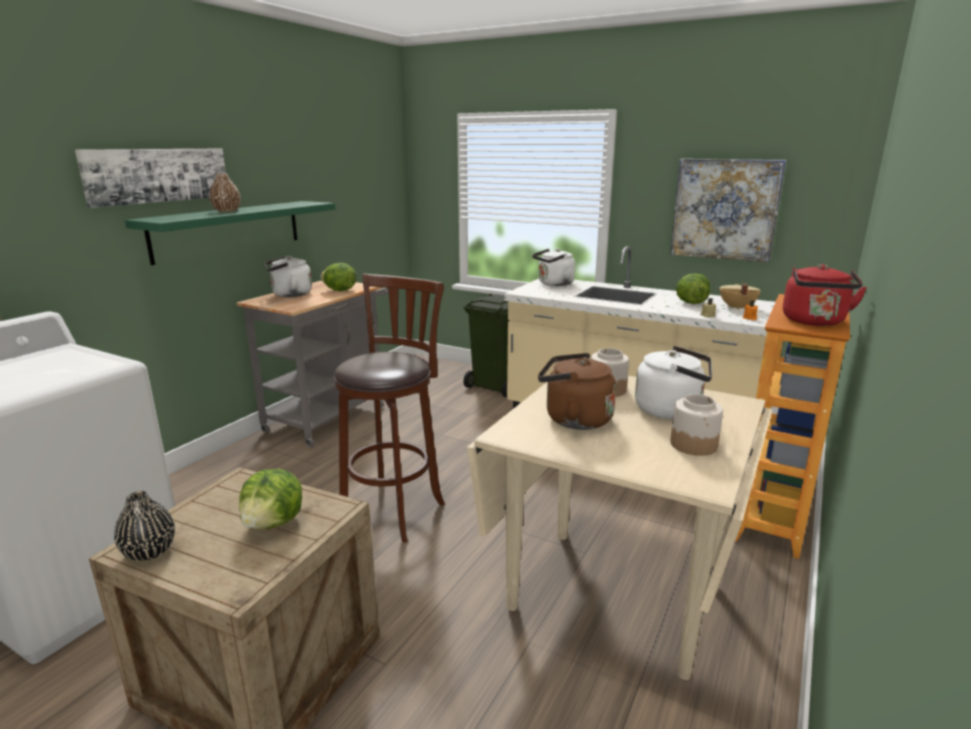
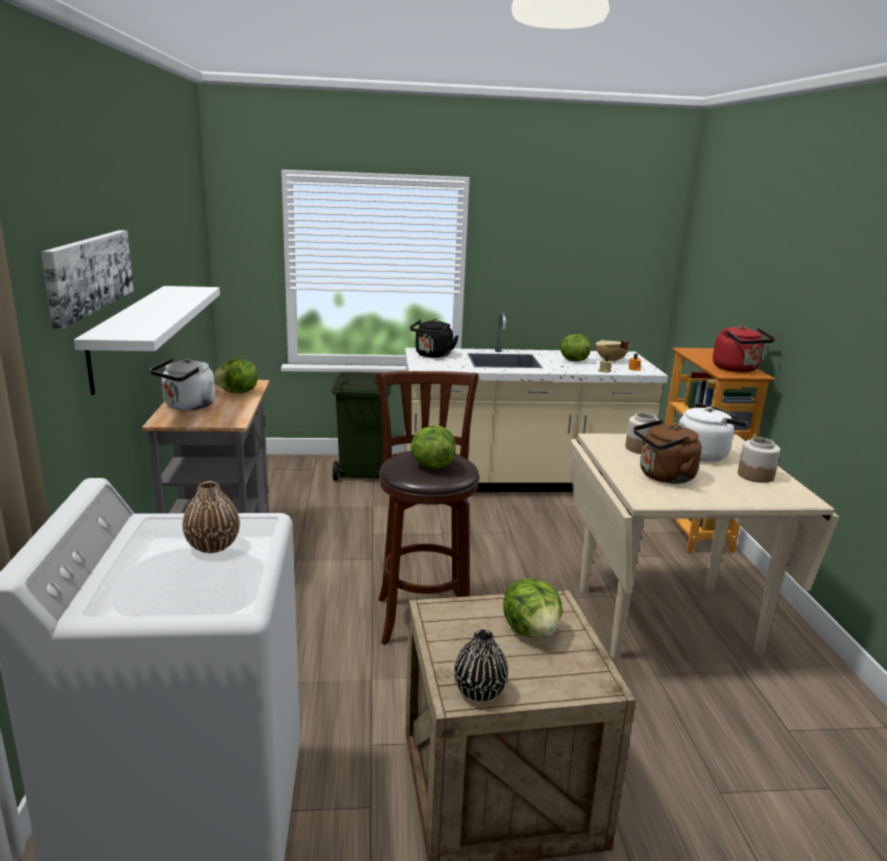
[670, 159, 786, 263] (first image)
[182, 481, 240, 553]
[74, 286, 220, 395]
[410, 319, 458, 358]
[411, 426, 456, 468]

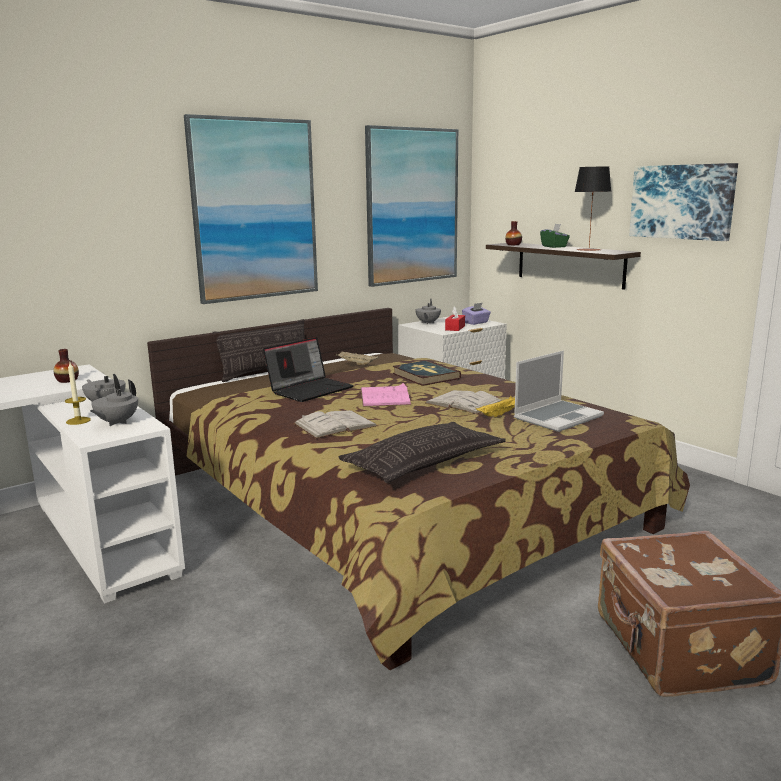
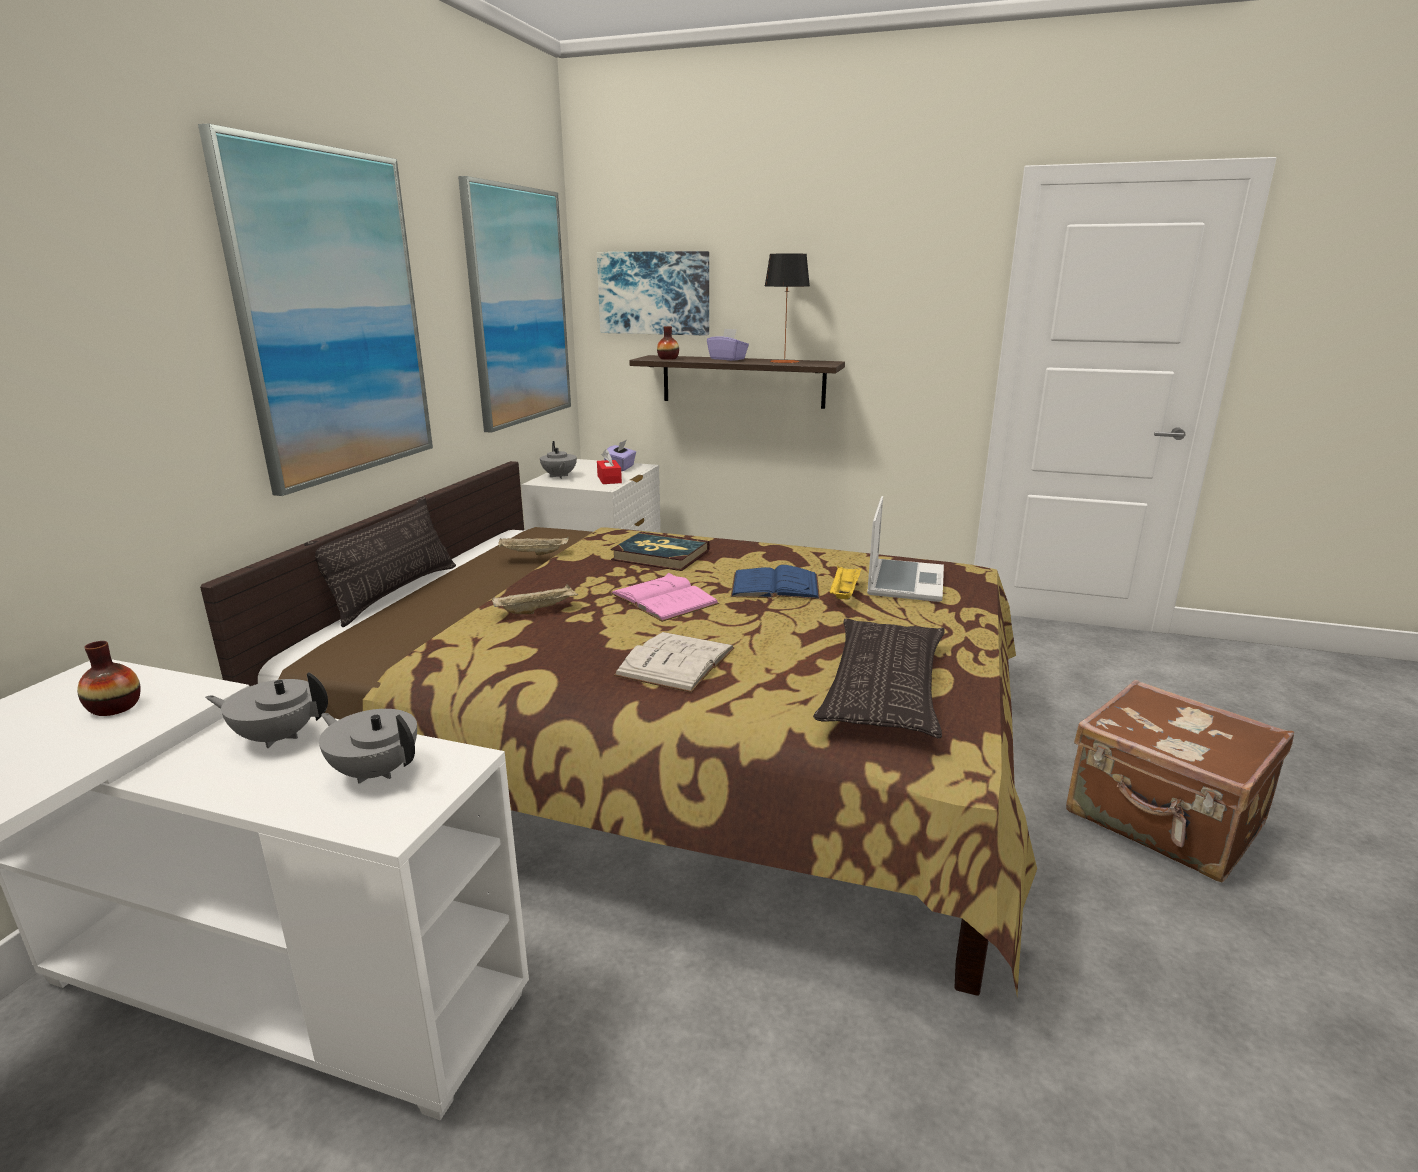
[597, 251, 709, 336]
[707, 329, 749, 361]
[492, 584, 578, 614]
[65, 363, 91, 425] (first image)
[319, 709, 417, 784]
[731, 565, 820, 599]

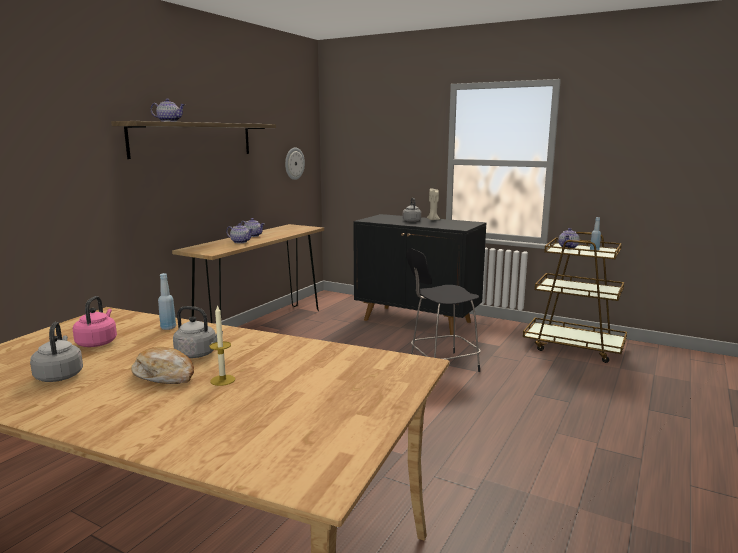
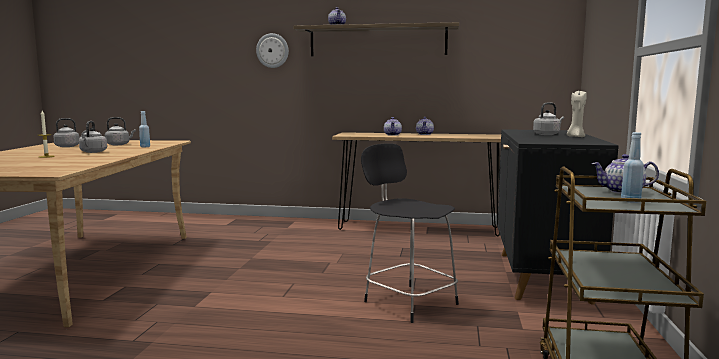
[256, 33, 289, 68]
[105, 117, 136, 145]
[131, 347, 194, 384] (first image)

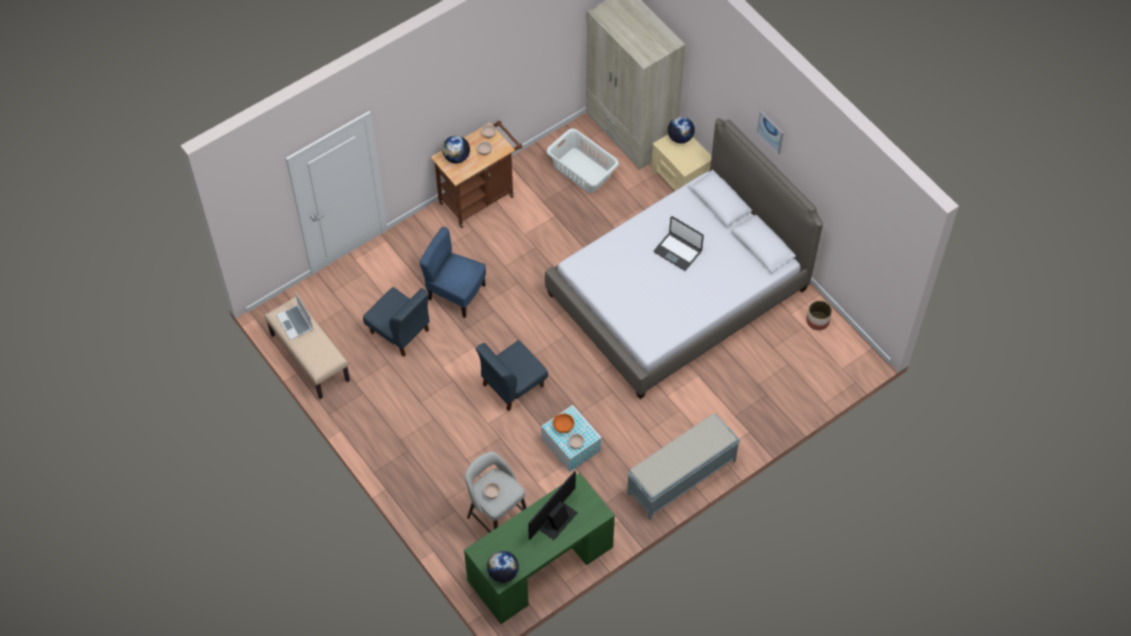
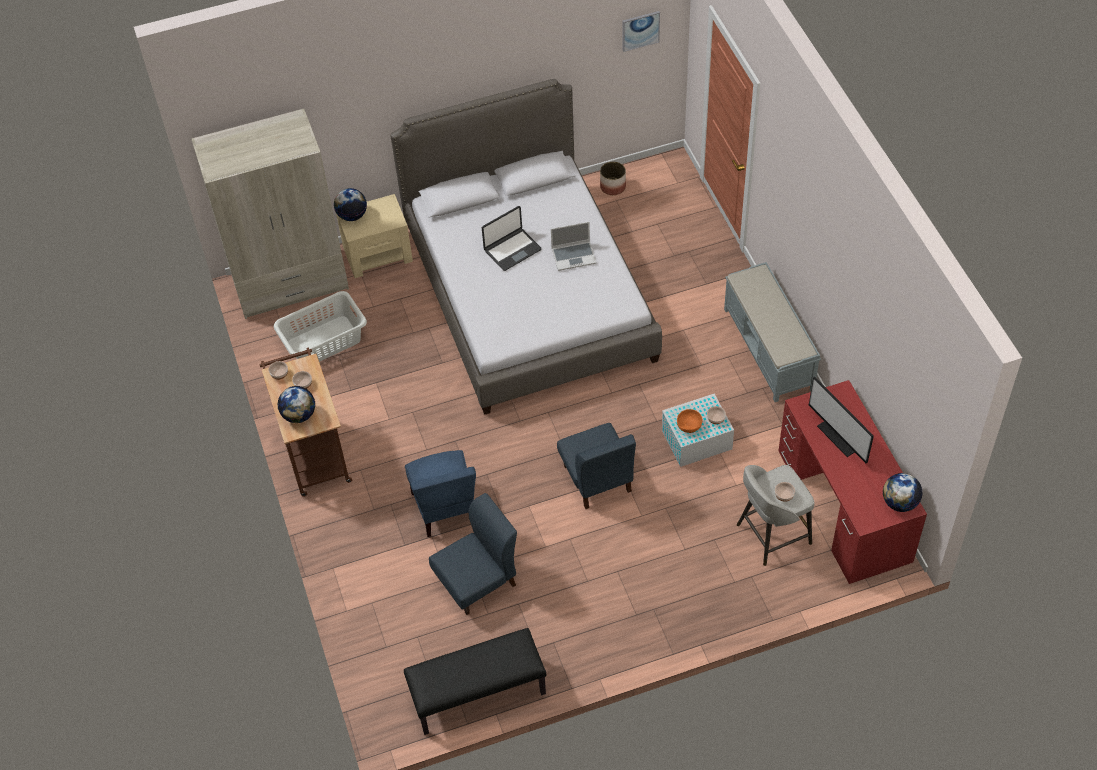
[622, 11, 660, 52]
[405, 450, 476, 537]
[551, 222, 596, 271]
[404, 628, 546, 735]
[778, 380, 927, 584]

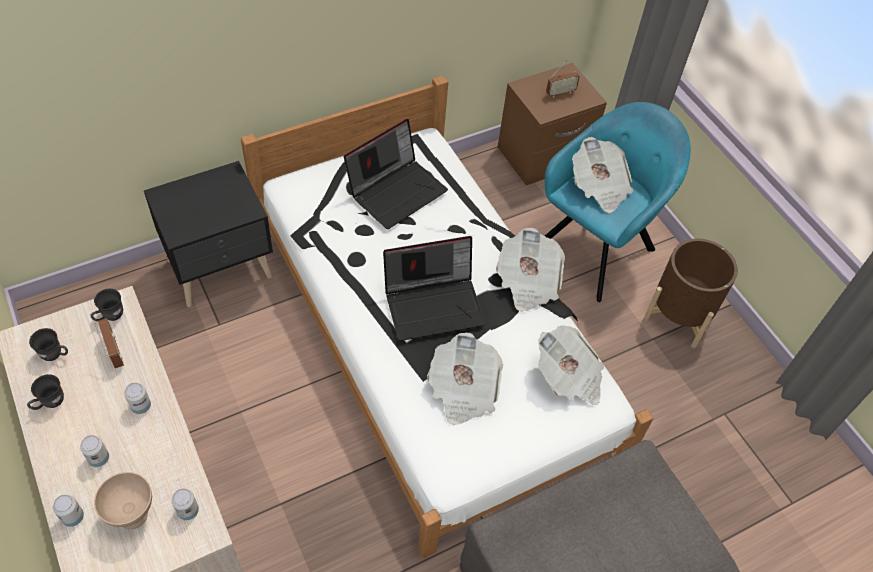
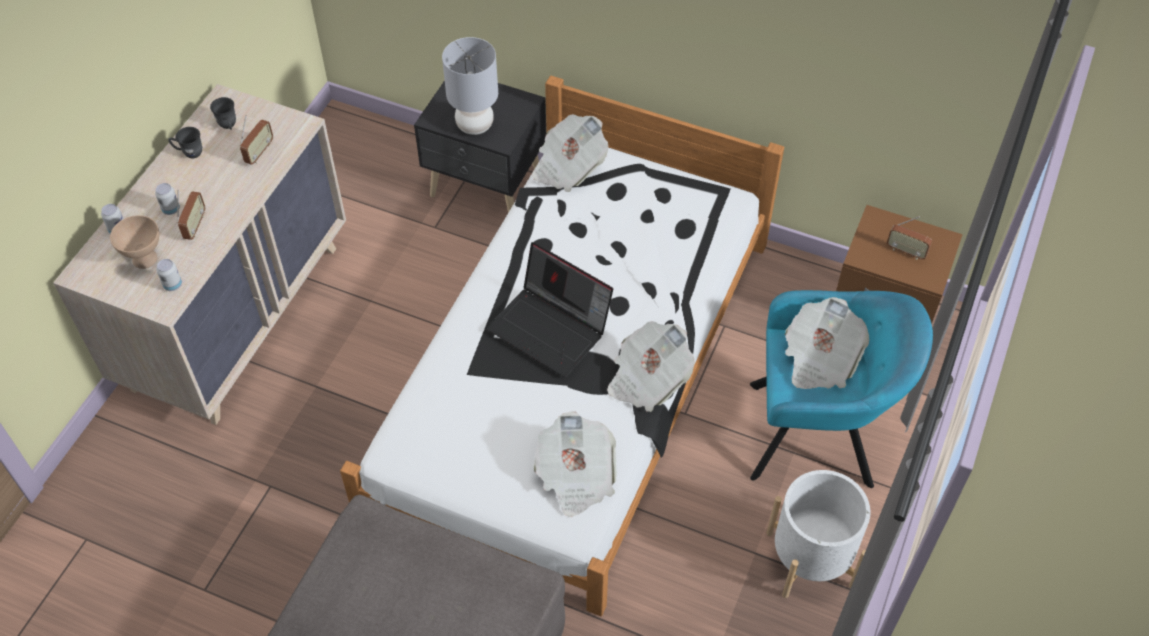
[344, 119, 448, 229] (first image)
[766, 470, 870, 598]
[91, 289, 123, 322] (first image)
[532, 114, 608, 192]
[124, 383, 151, 414] (first image)
[442, 37, 498, 135]
[177, 190, 205, 240]

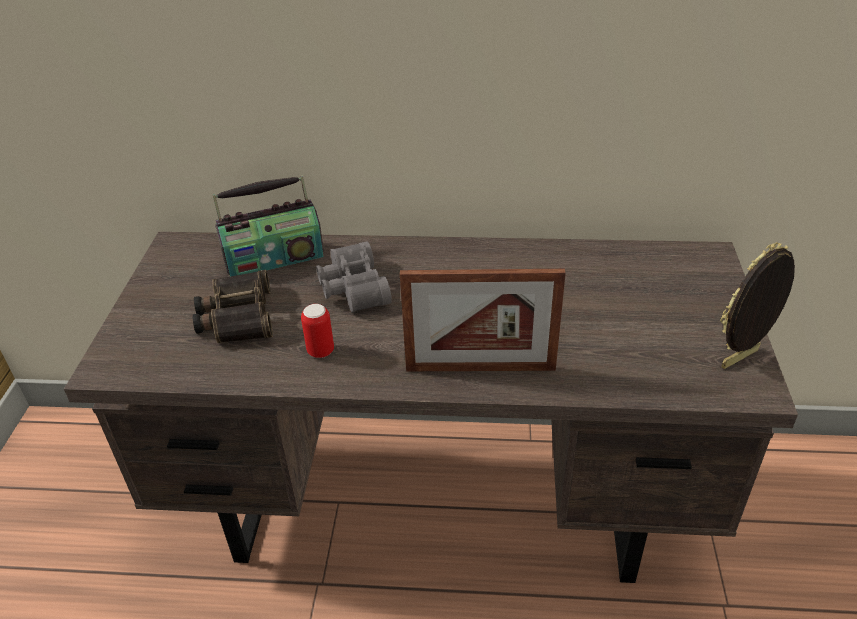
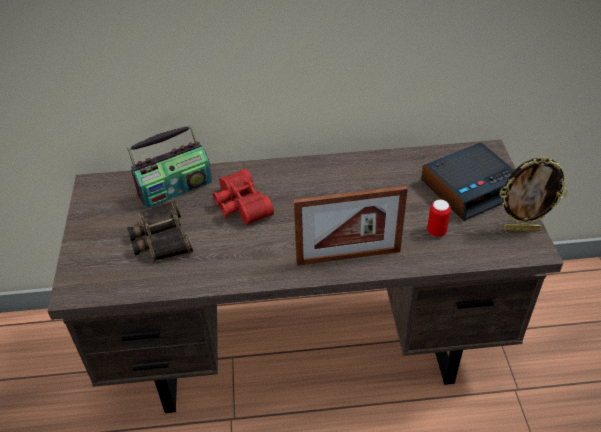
[213, 169, 274, 225]
[499, 156, 568, 231]
[427, 199, 451, 237]
[421, 142, 514, 221]

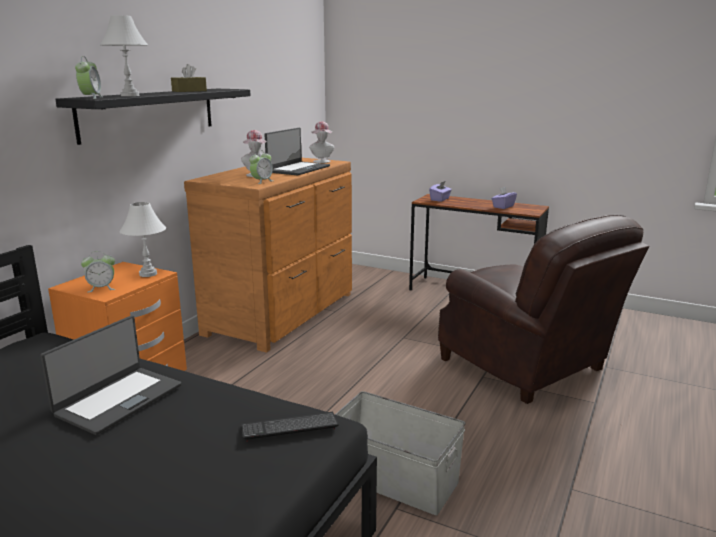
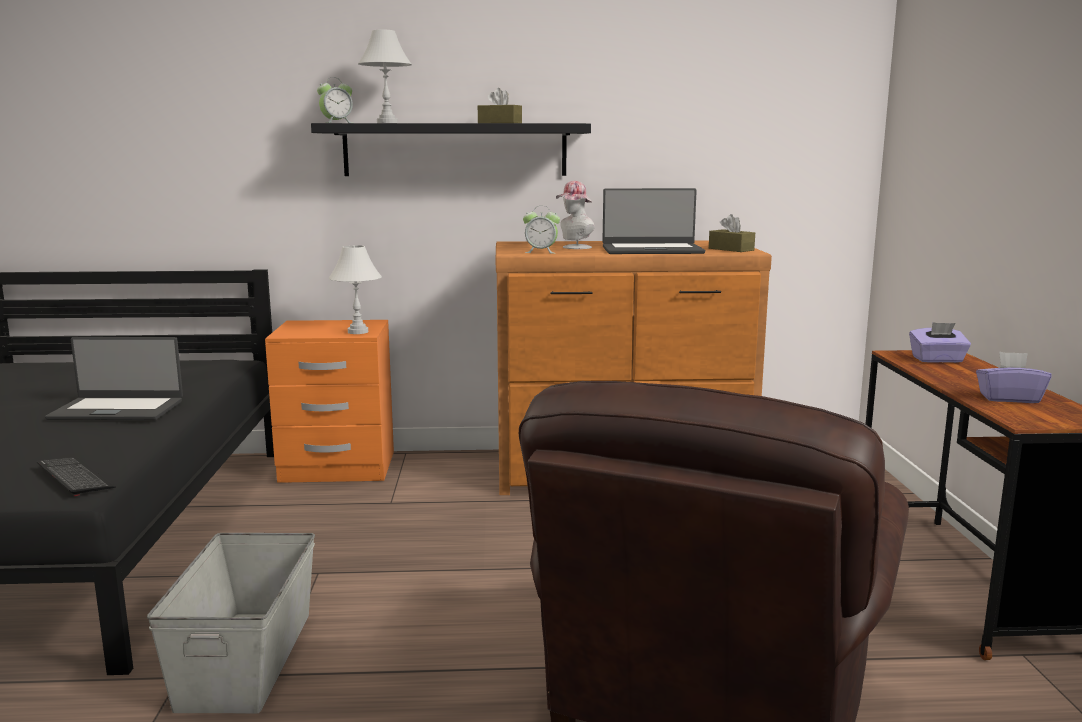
[709, 214, 755, 252]
[81, 251, 115, 292] (first image)

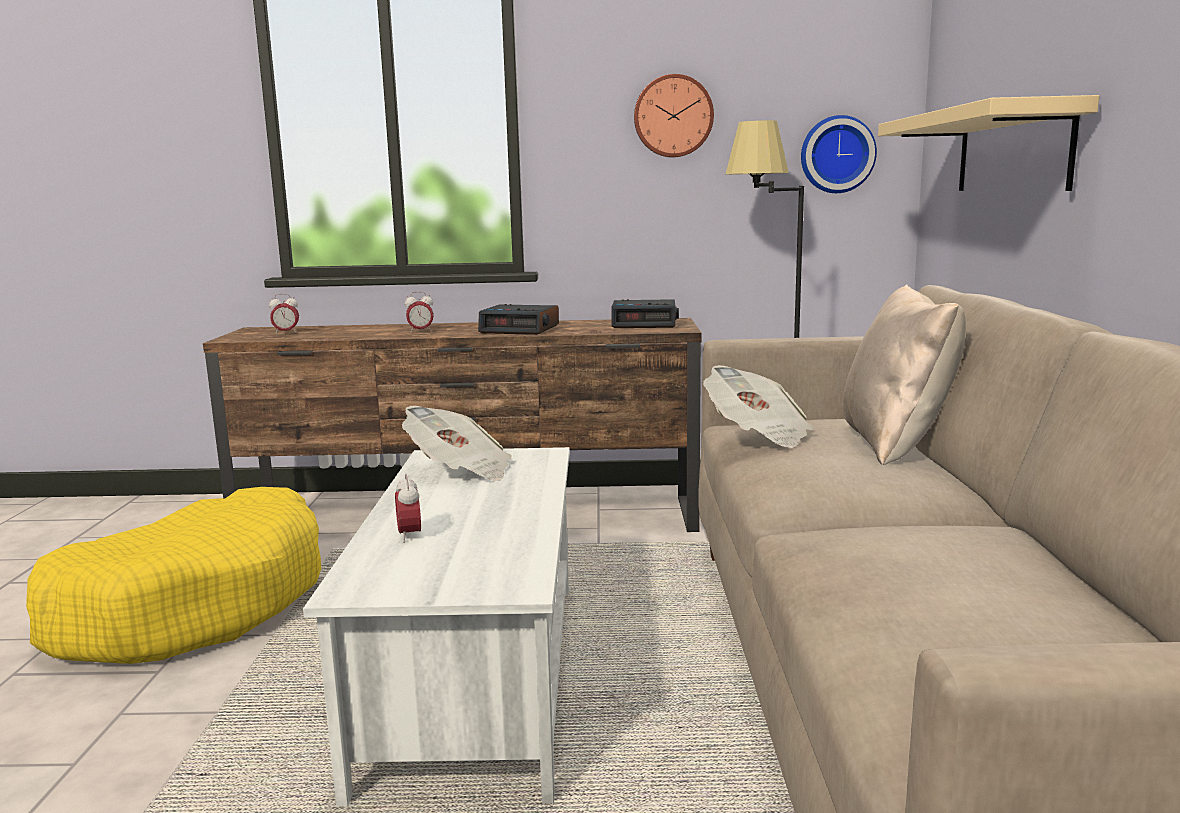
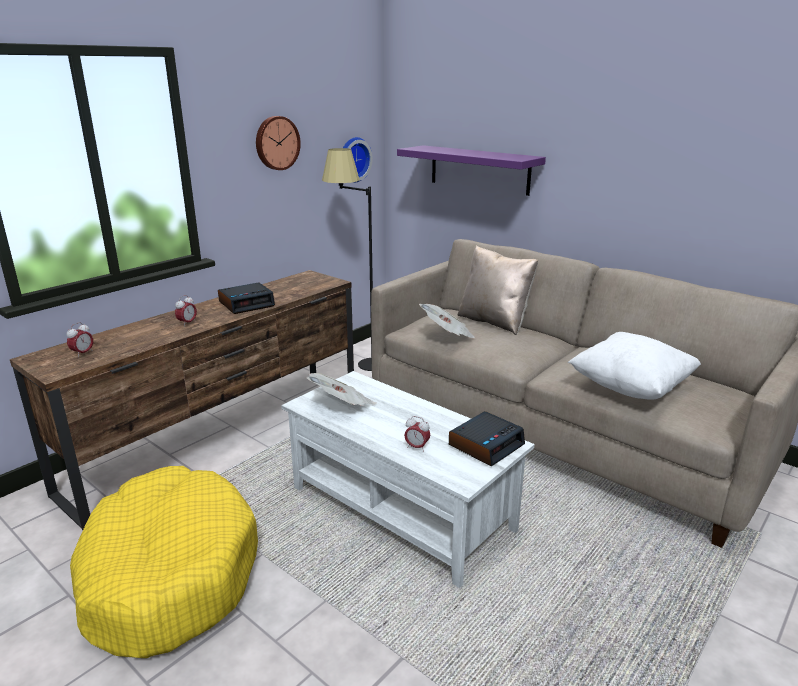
[397, 145, 546, 196]
[449, 411, 525, 467]
[568, 332, 701, 400]

